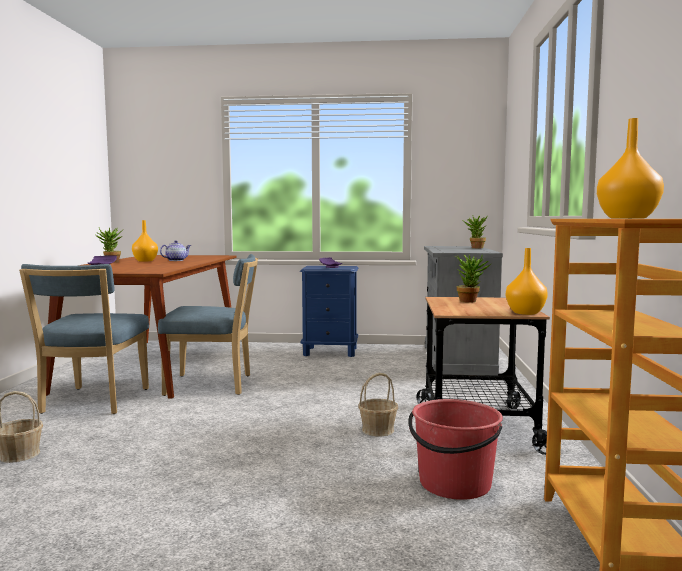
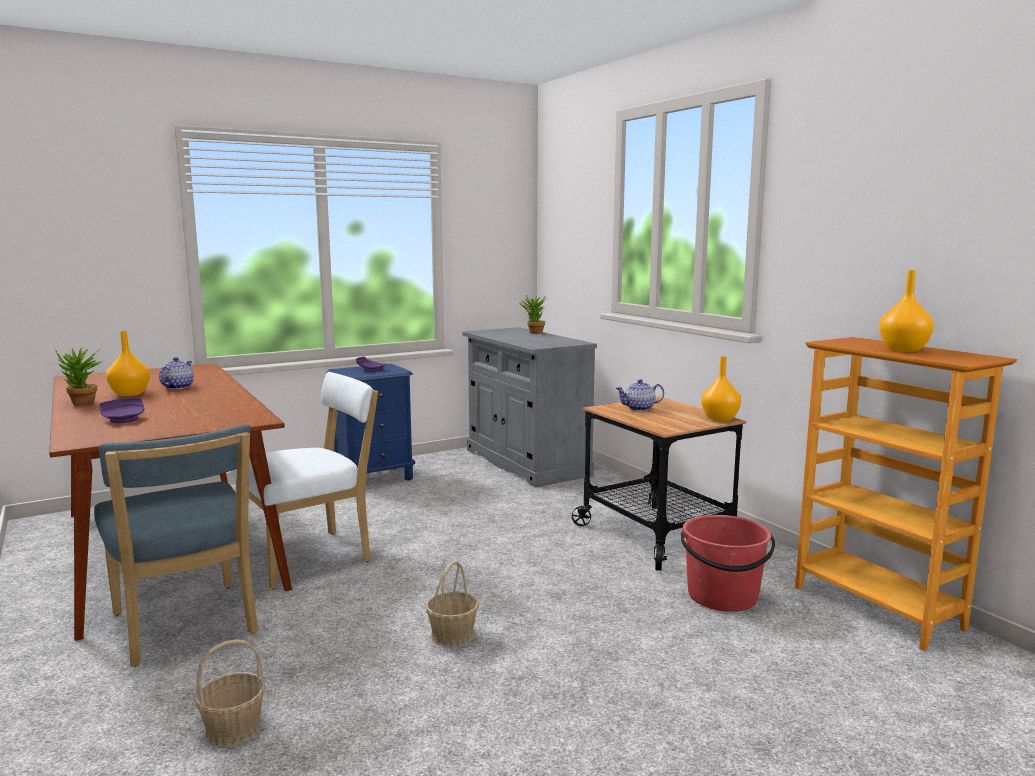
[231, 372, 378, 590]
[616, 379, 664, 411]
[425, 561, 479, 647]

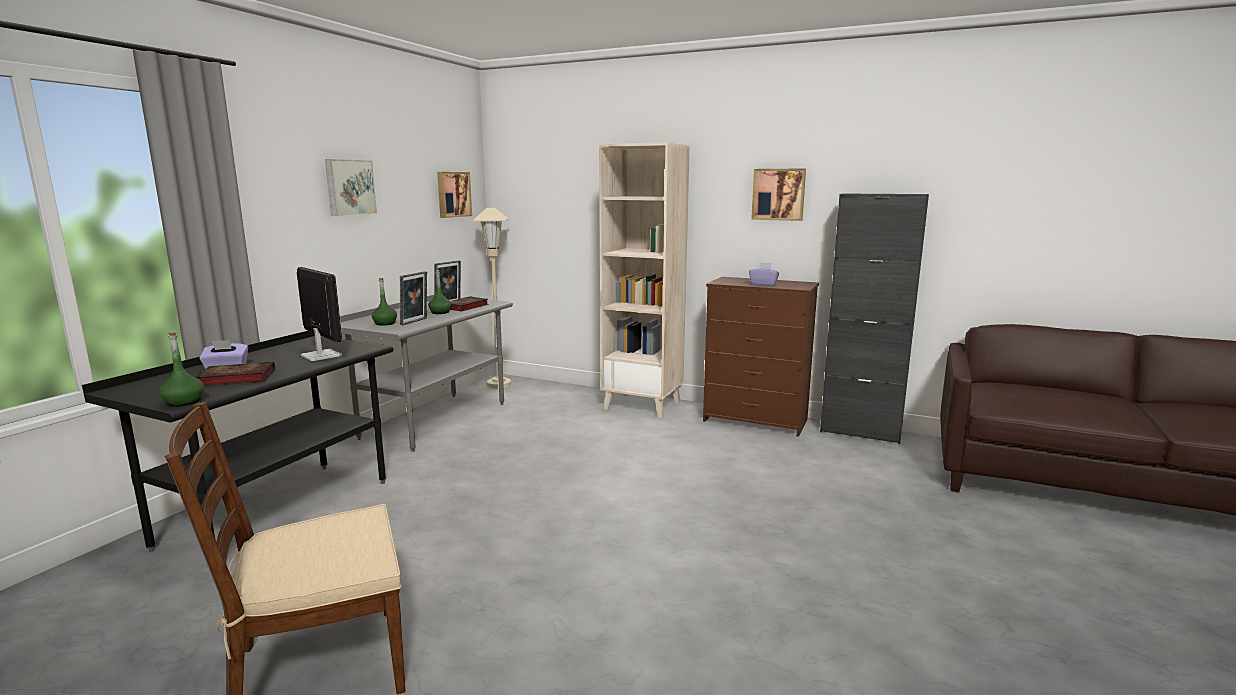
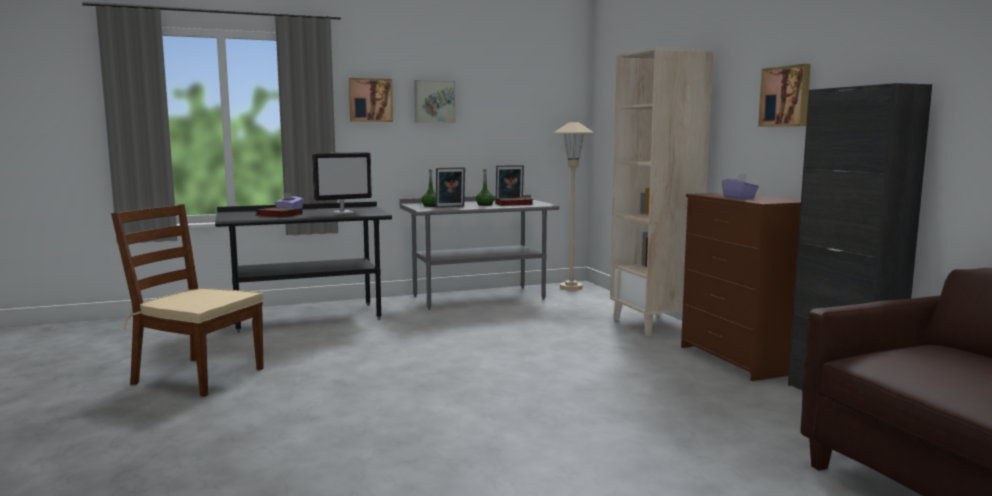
[349, 78, 393, 122]
[312, 152, 372, 215]
[159, 332, 204, 406] (first image)

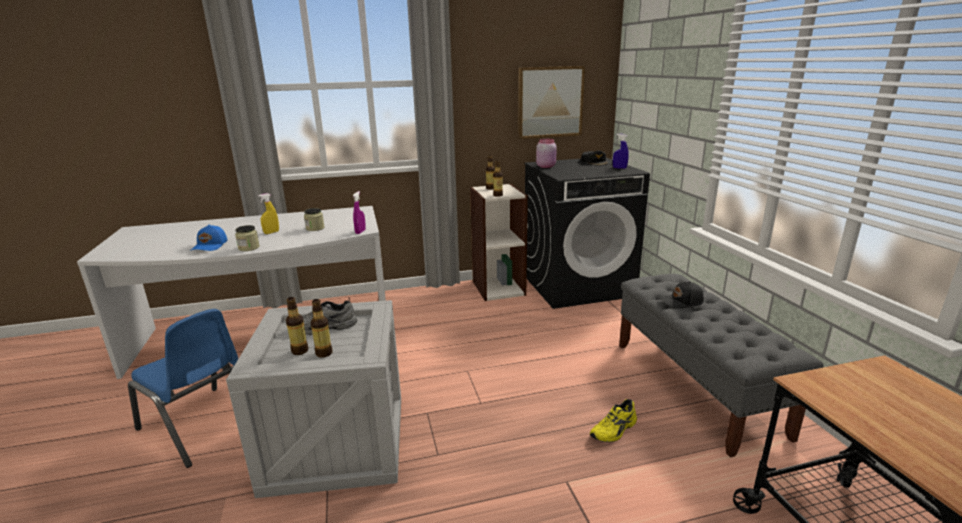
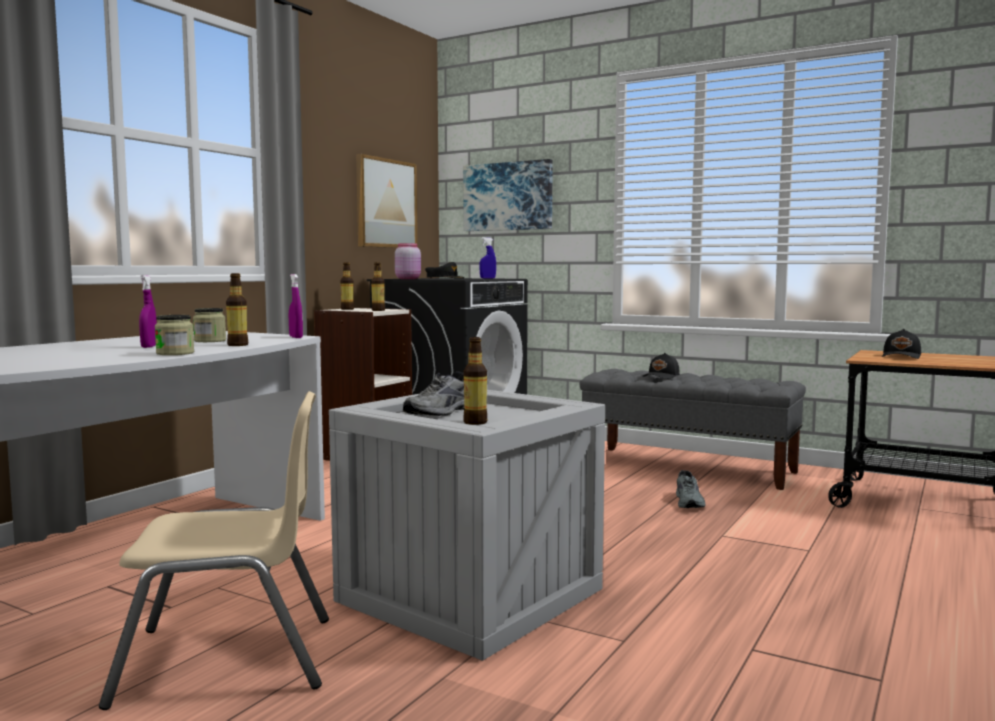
[139, 275, 157, 348]
[190, 225, 227, 251] (first image)
[226, 273, 248, 346]
[99, 391, 329, 710]
[676, 470, 705, 508]
[463, 159, 553, 231]
[882, 329, 921, 359]

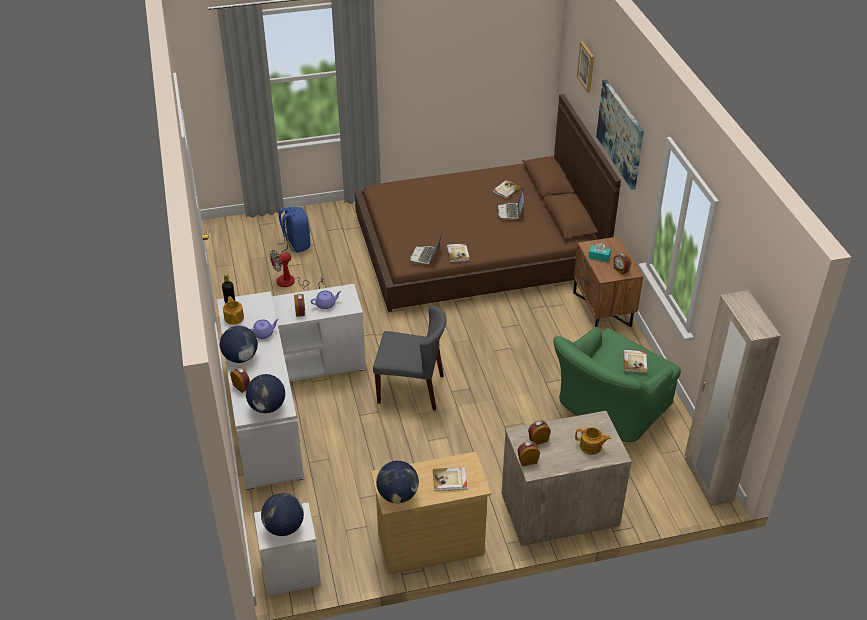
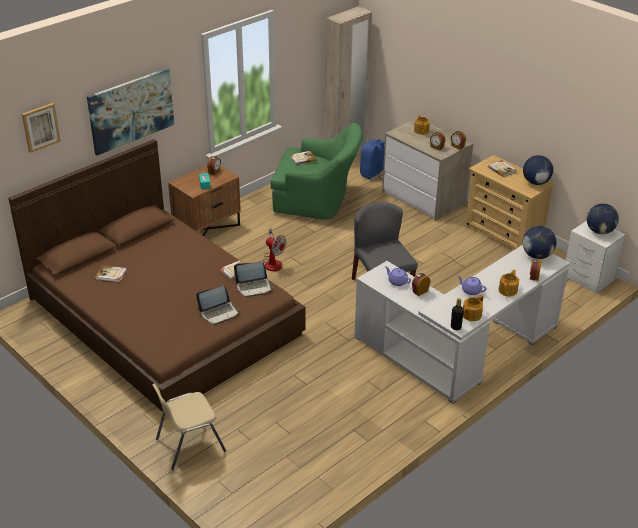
[196, 286, 240, 325]
[360, 139, 385, 181]
[263, 228, 286, 271]
[499, 270, 519, 296]
[152, 384, 226, 470]

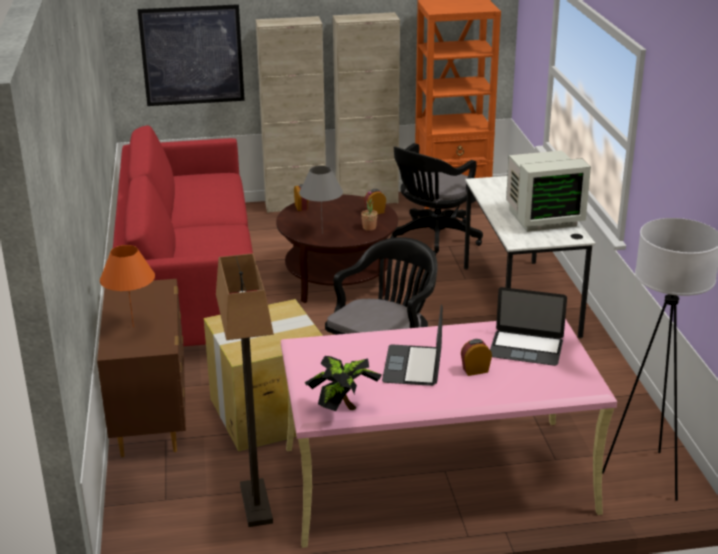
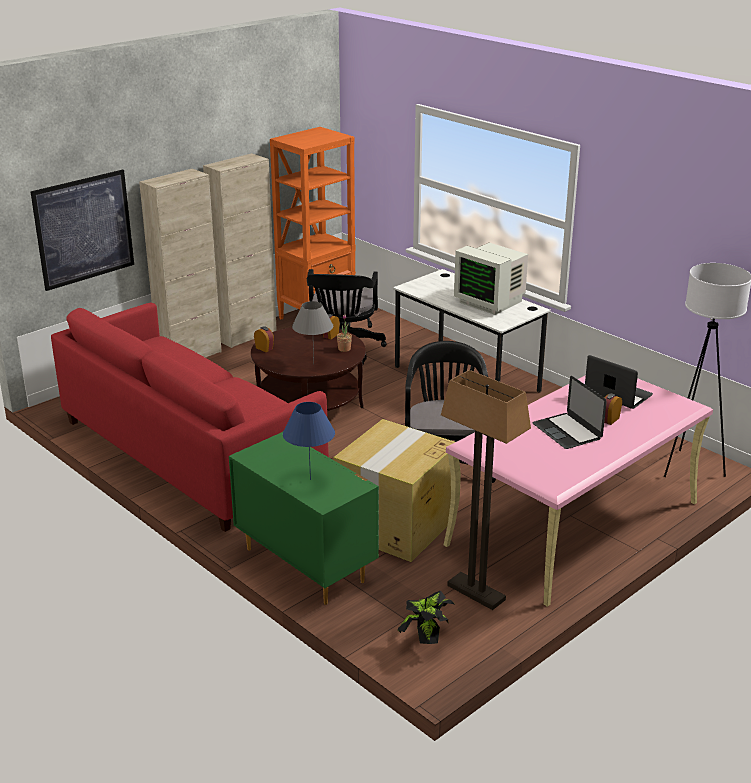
[454, 242, 528, 315]
[283, 402, 335, 480]
[229, 432, 379, 605]
[585, 355, 653, 409]
[397, 591, 454, 644]

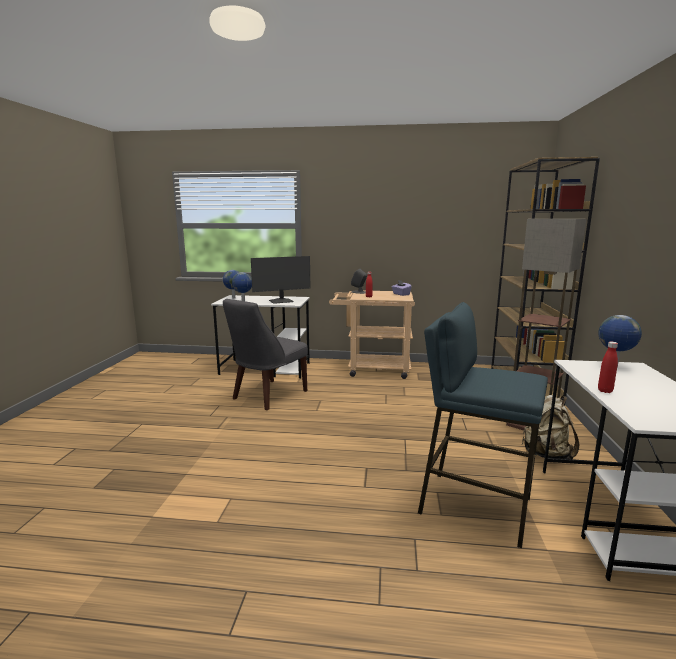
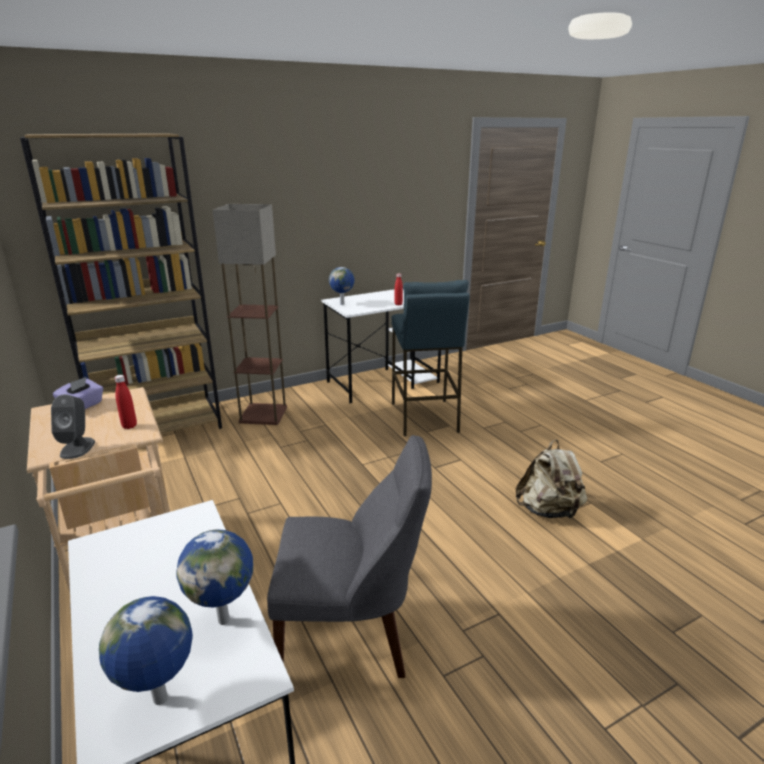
[251, 256, 310, 304] (first image)
[516, 440, 587, 519]

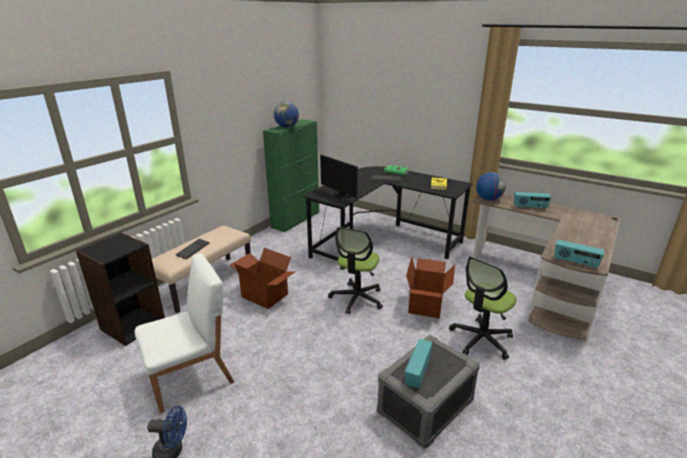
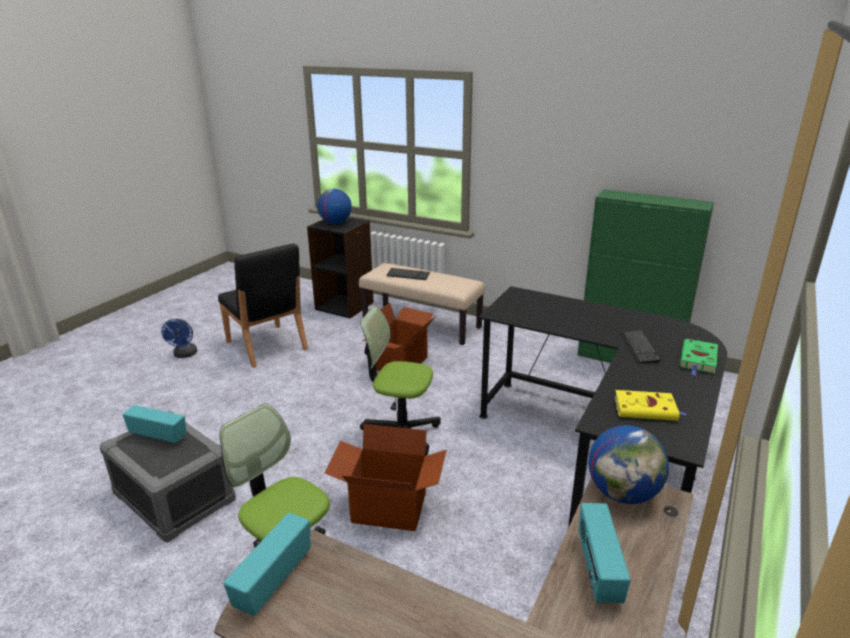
[317, 189, 352, 224]
[320, 155, 358, 198] (first image)
[218, 243, 308, 368]

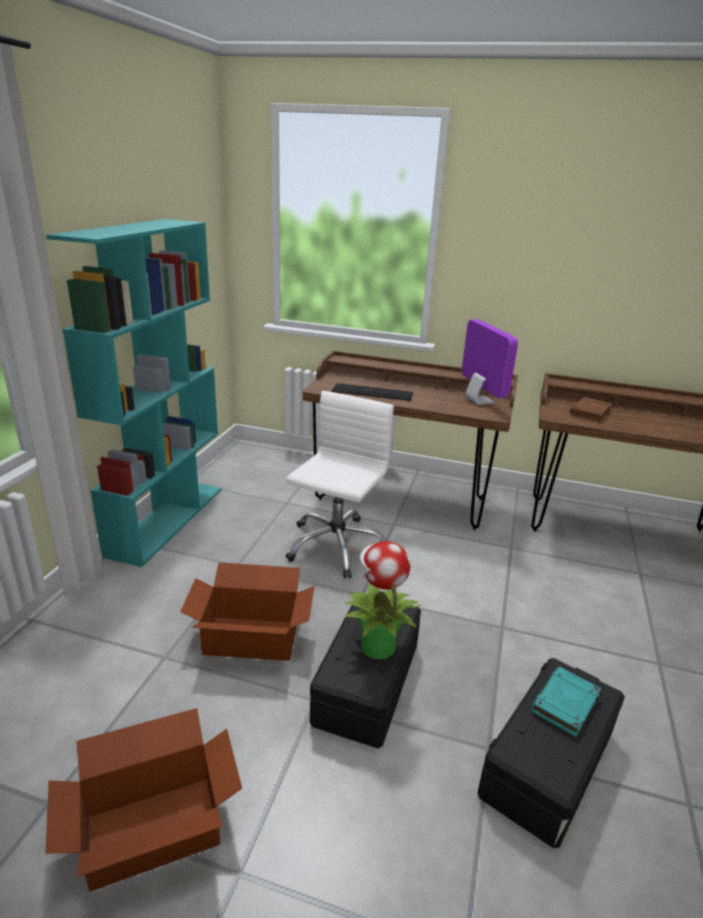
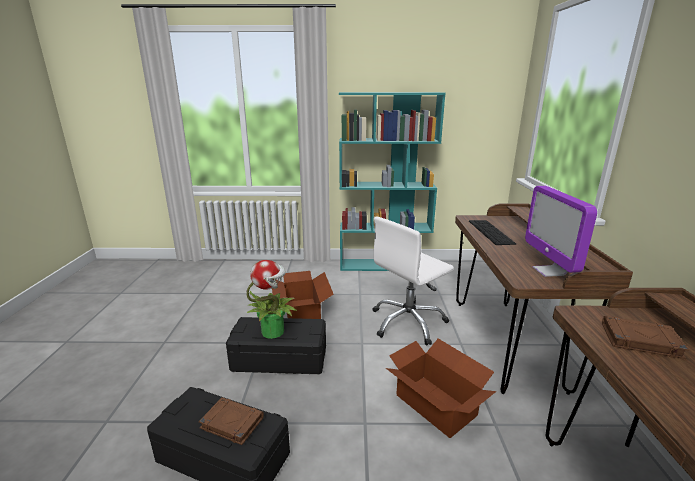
[525, 186, 597, 277]
[373, 216, 454, 346]
[199, 397, 264, 445]
[386, 339, 496, 438]

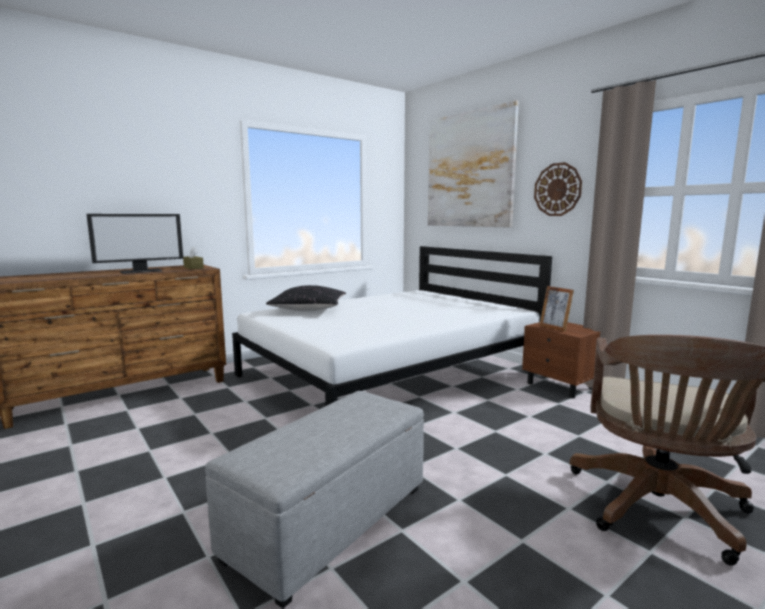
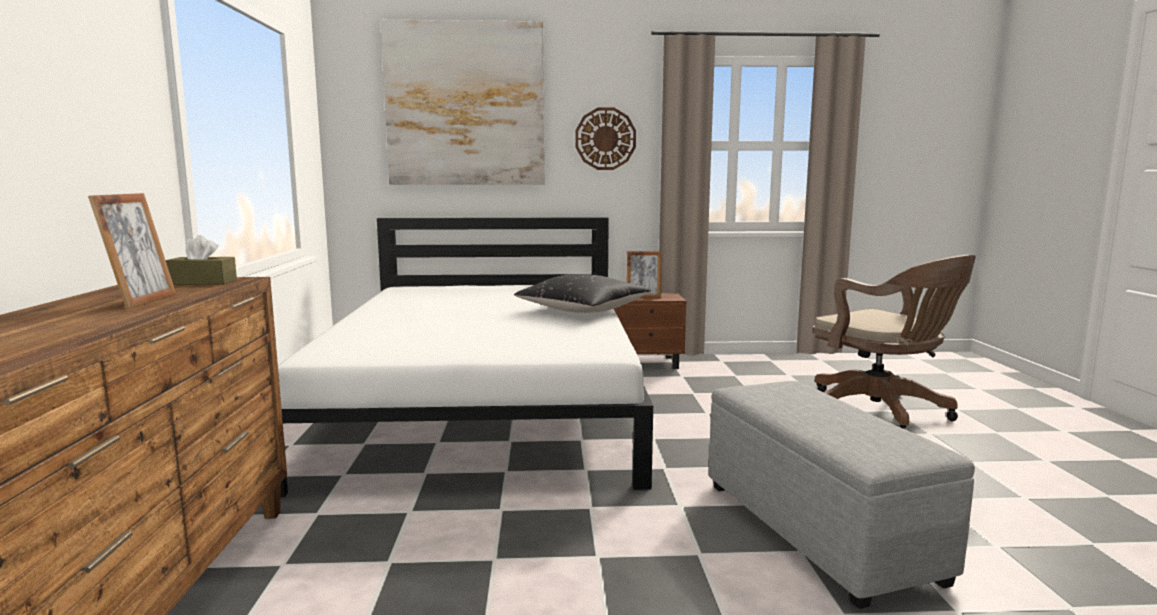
[88, 193, 176, 310]
[514, 274, 651, 313]

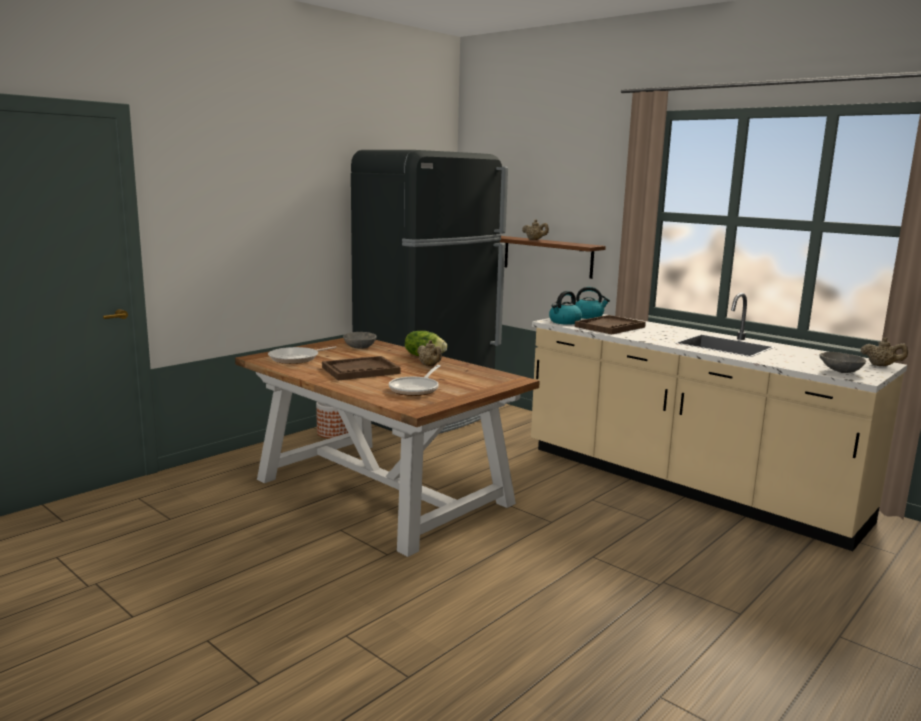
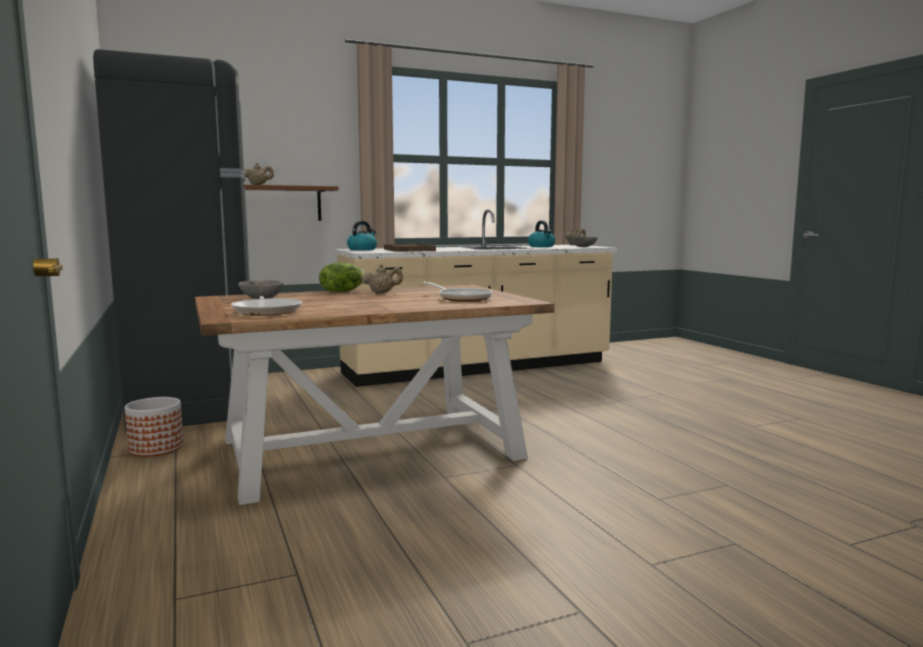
[528, 220, 555, 247]
[322, 356, 401, 380] (first image)

